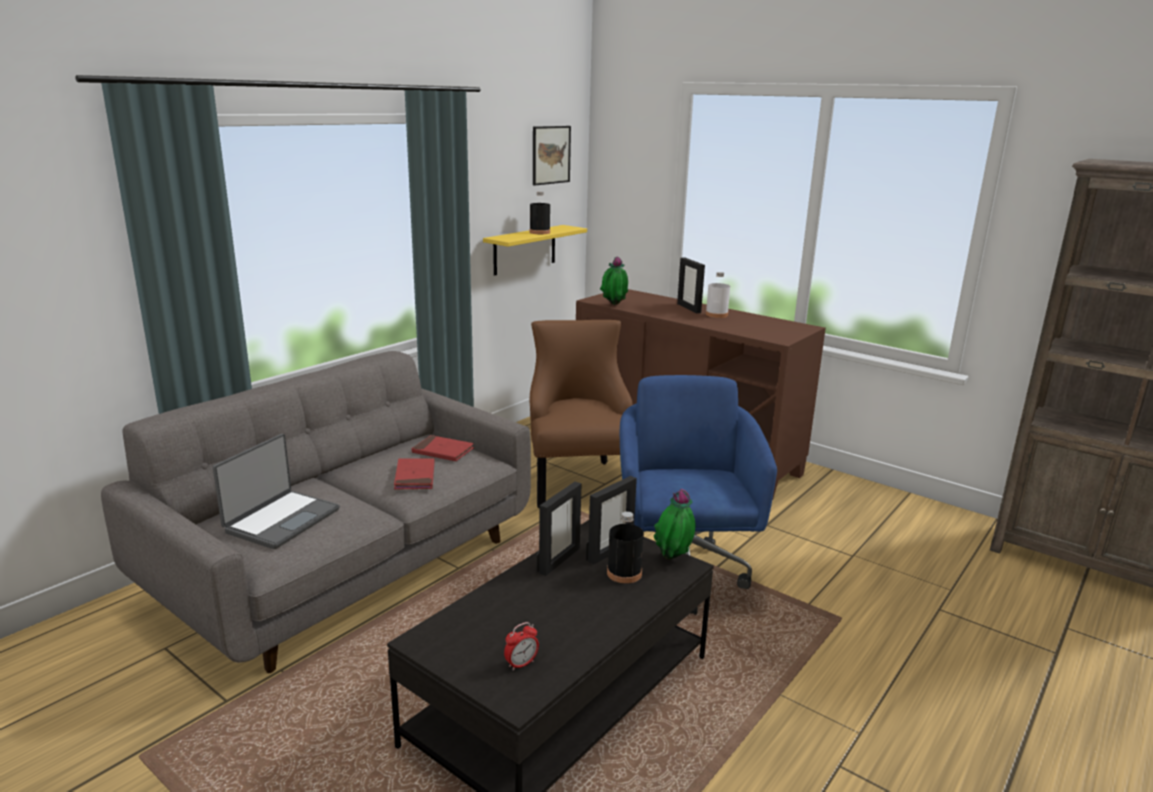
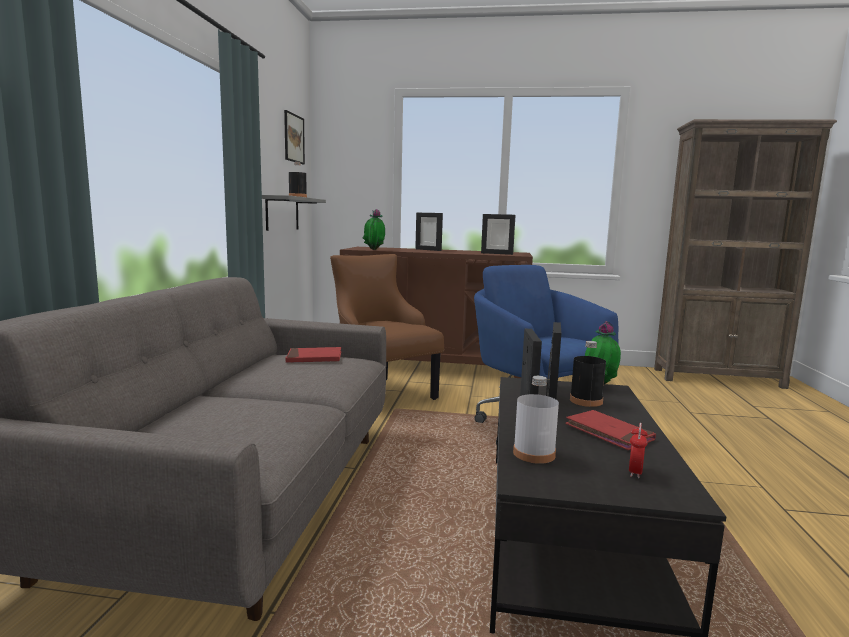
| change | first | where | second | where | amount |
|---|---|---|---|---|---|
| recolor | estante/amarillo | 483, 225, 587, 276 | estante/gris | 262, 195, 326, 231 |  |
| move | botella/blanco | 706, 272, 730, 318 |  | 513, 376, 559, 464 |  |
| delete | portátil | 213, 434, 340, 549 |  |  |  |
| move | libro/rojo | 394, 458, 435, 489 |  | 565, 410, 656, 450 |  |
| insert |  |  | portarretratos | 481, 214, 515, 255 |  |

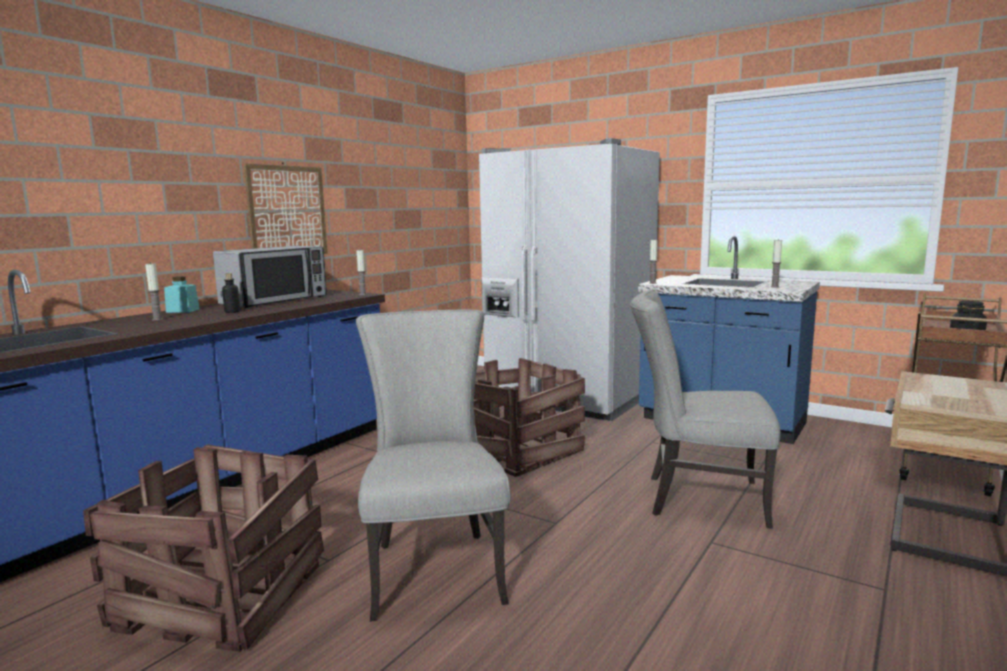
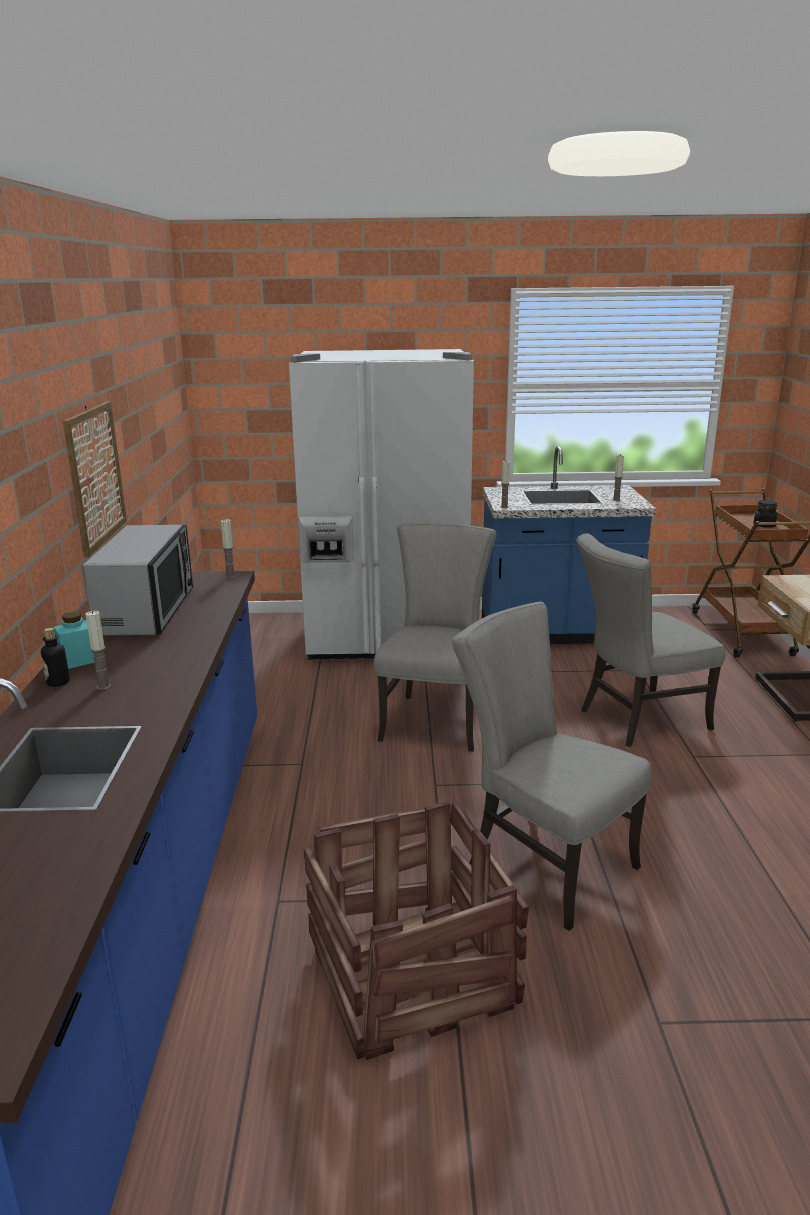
| change | first | where | second | where | amount |
|---|---|---|---|---|---|
| move | botella | 222, 273, 240, 313 |  | 41, 628, 70, 687 |  |
| replace | caja de embalaje | 474, 358, 585, 477 | silla/gris | 374, 523, 496, 752 |  |

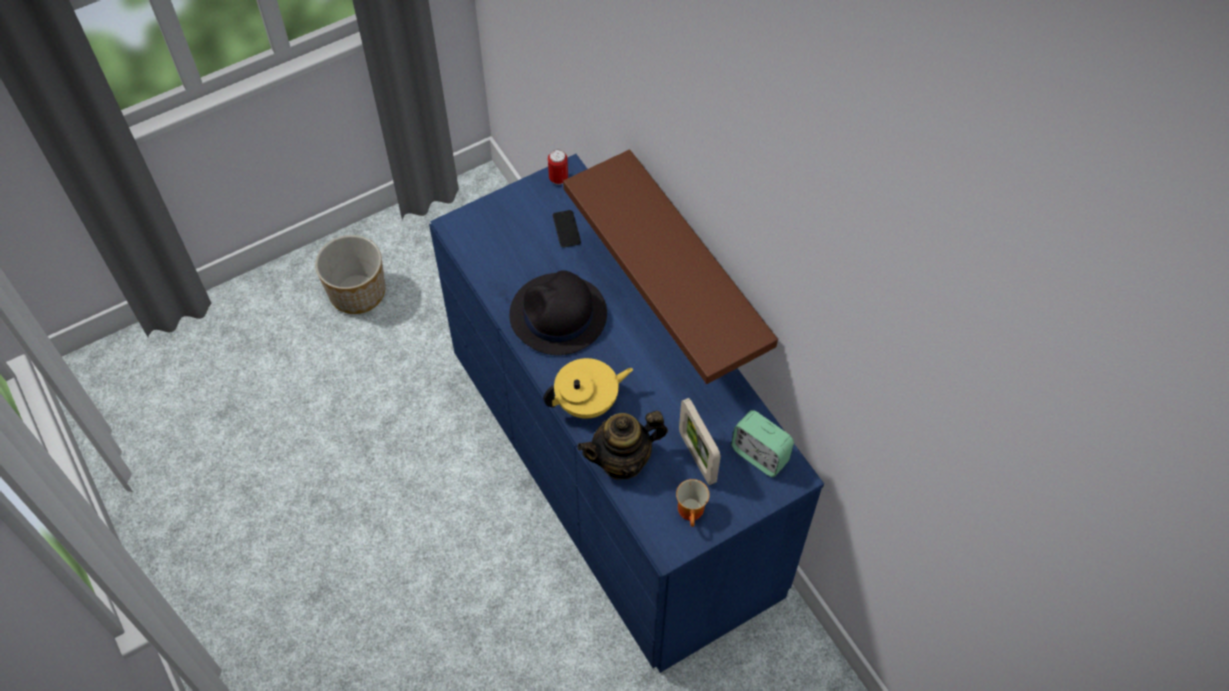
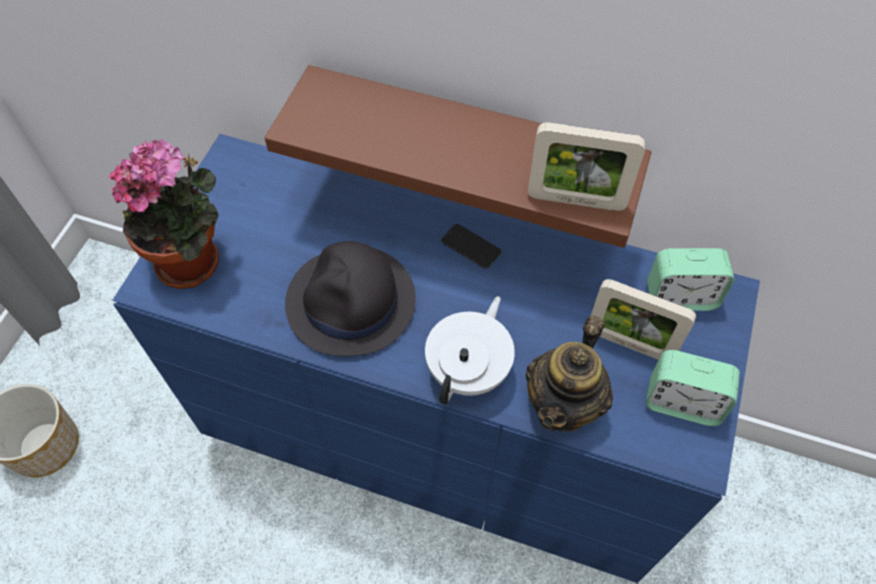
| change | first | where | second | where | amount |
|---|---|---|---|---|---|
| delete | lata | 548, 150, 568, 185 |  |  |  |
| move | móvil | 553, 210, 581, 248 |  | 441, 224, 501, 269 |  |
| recolor | tetera/amarillo | 543, 358, 633, 419 | tetera/blanco | 425, 296, 515, 405 |  |
| replace | taza grande | 676, 479, 710, 527 | despertador | 646, 350, 740, 426 |  |
| insert |  |  | portarretratos | 528, 122, 645, 211 |  |
| insert |  |  | planta en maceta | 109, 139, 219, 289 |  |

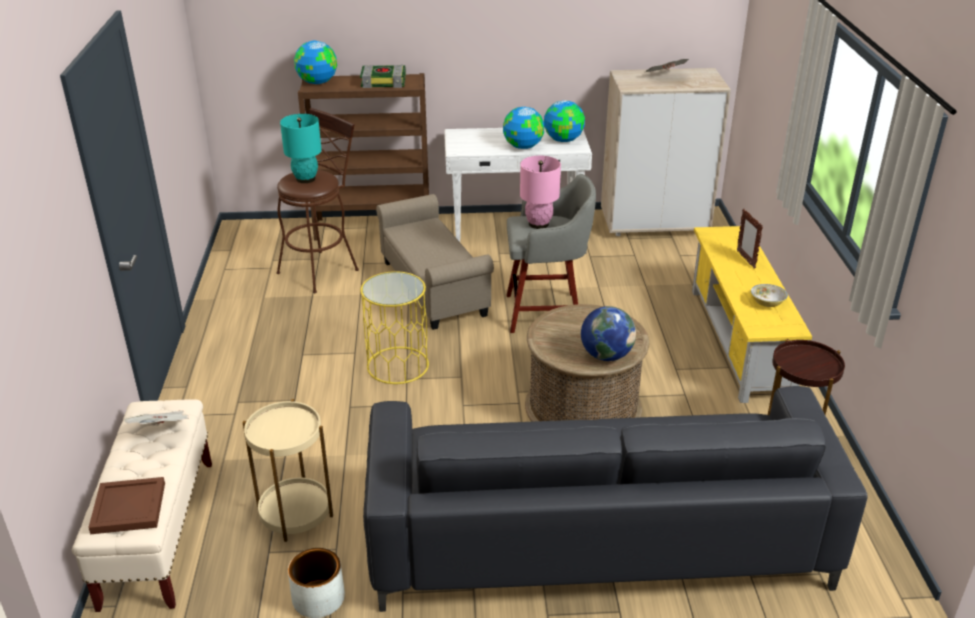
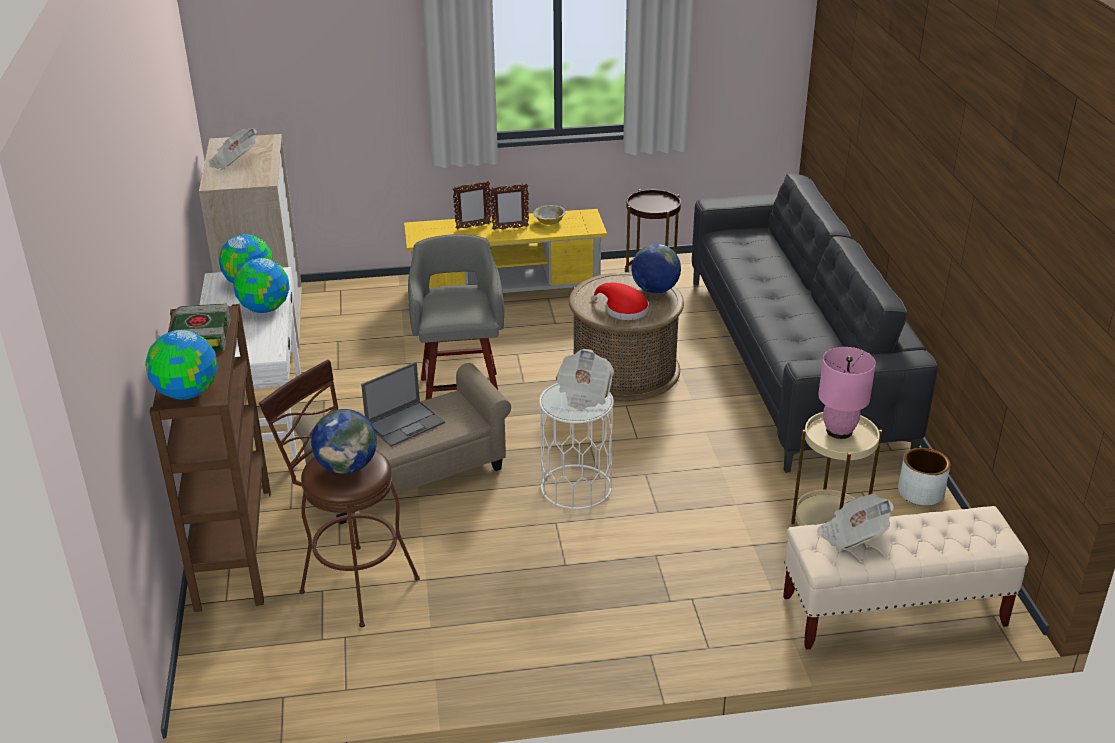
| change | first | where | second | where | amount |
|---|---|---|---|---|---|
| replace | lámpara de mesa/turquesa | 280, 114, 322, 183 | globo terráqueo | 311, 409, 377, 474 |  |
| move | lámpara de mesa/rosa | 520, 156, 561, 229 |  | 818, 347, 876, 439 |  |
| recolor | mesa auxiliar/amarillo | 360, 271, 429, 384 | mesa auxiliar/blanco | 539, 383, 614, 510 |  |
| delete | bandeja/marrón | 88, 477, 165, 534 |  |  |  |
| insert |  |  | portarretratos | 490, 183, 529, 230 |  |
| insert |  |  | sombrero/rojo | 591, 283, 649, 320 |  |
| insert |  |  | periódico | 556, 349, 614, 411 |  |
| insert |  |  | portátil | 361, 362, 445, 447 |  |

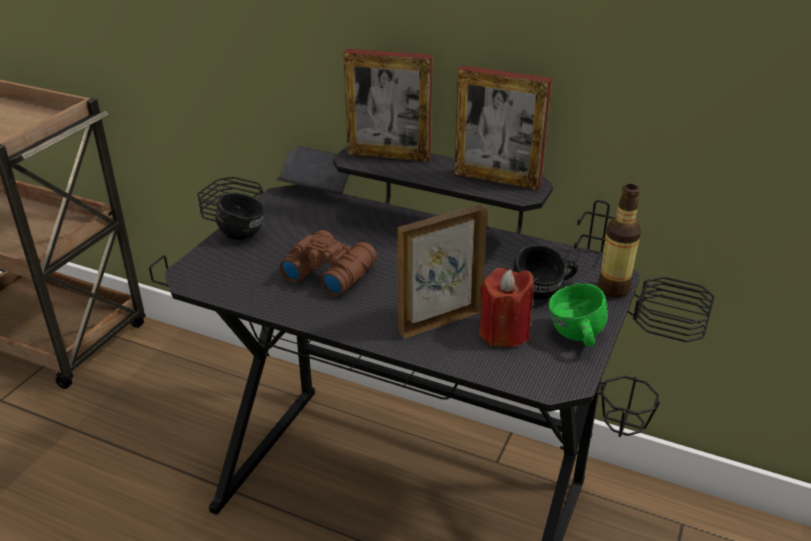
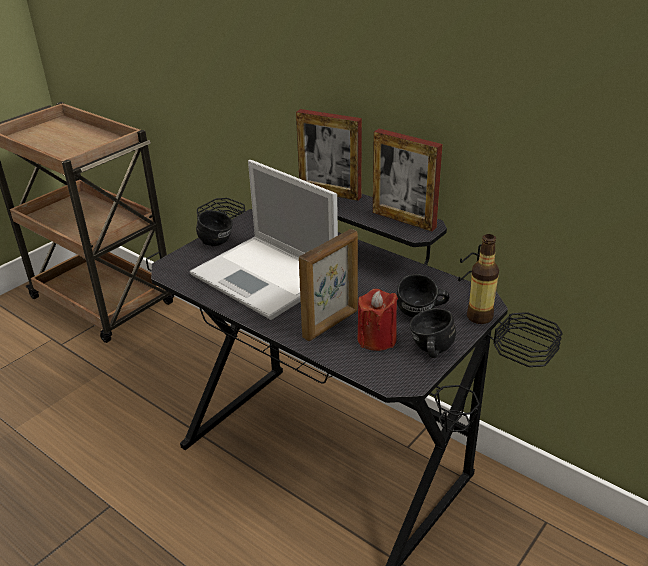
| change | first | where | second | where | amount |
|---|---|---|---|---|---|
| rotate | portarretratos | 397, 204, 487, 338 |  | 299, 229, 358, 341 | 150 degrees clockwise |
| replace | prismáticos/marrón | 279, 230, 377, 296 | portátil | 190, 160, 338, 320 |  |
| recolor | taza grande/verde | 549, 283, 608, 347 | taza grande/negro | 410, 308, 456, 358 |  |

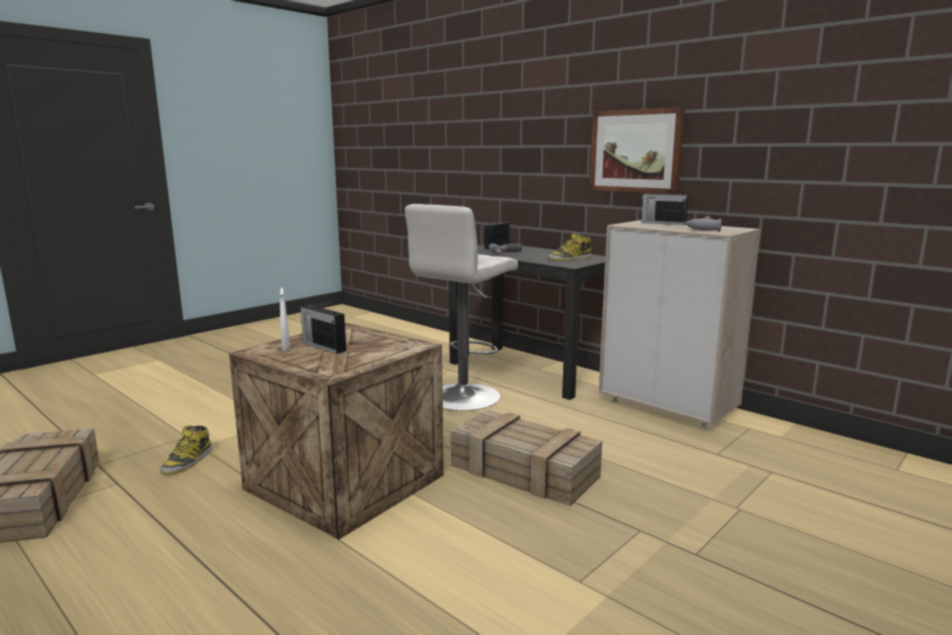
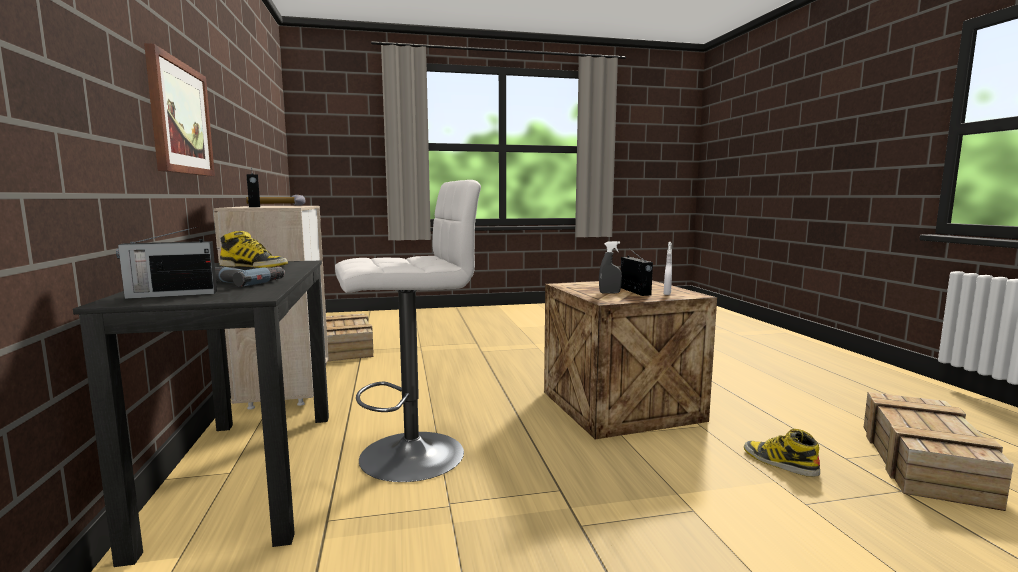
| change | first | where | second | where | amount |
|---|---|---|---|---|---|
| move | caja de embalaje | 450, 410, 602, 506 |  | 326, 313, 373, 361 |  |
| rotate | bota | 160, 425, 212, 474 |  | 744, 429, 820, 477 | 90 degrees counterclockwise |
| insert |  |  | pulverizador/gris | 599, 241, 622, 293 |  |

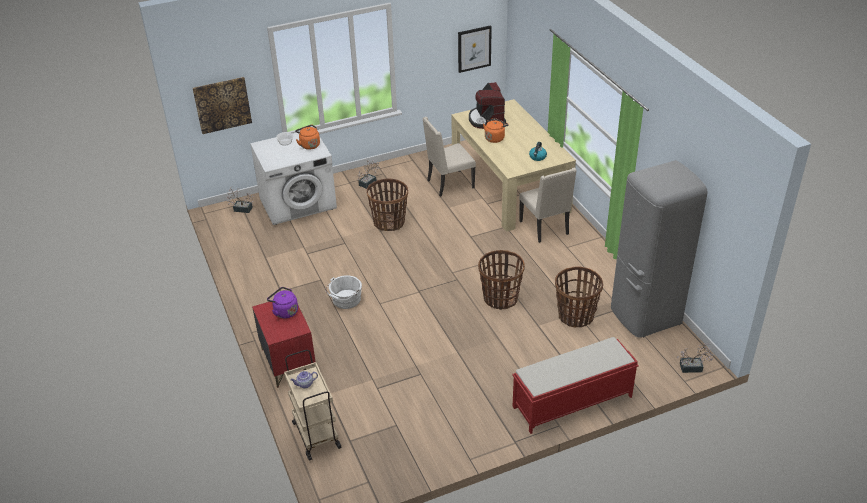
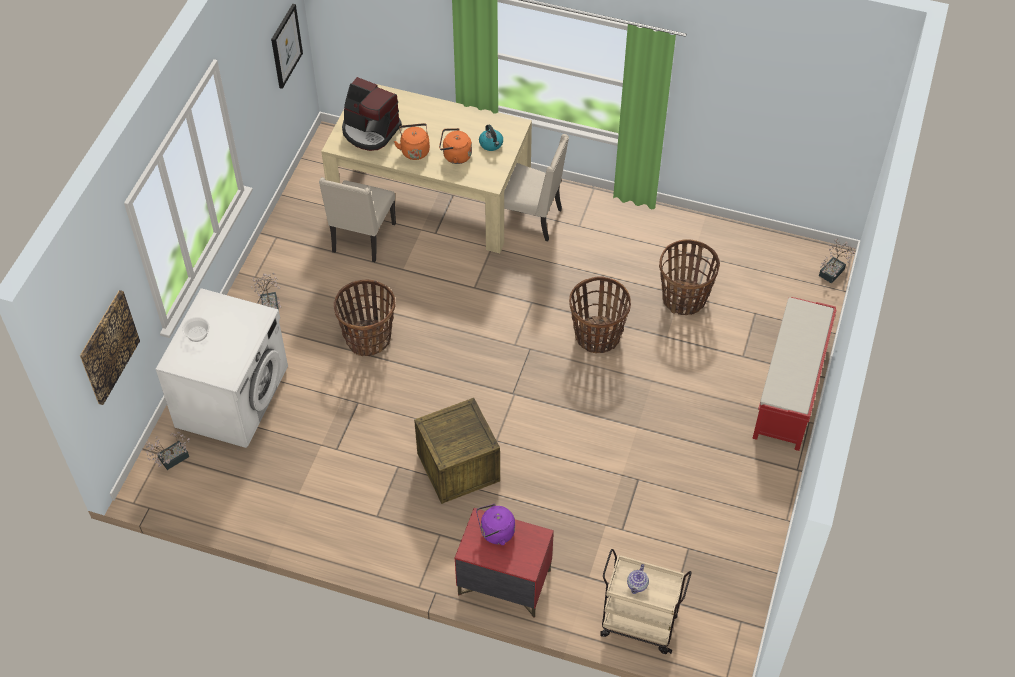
| change | first | where | second | where | amount |
|---|---|---|---|---|---|
| move | hervidor/naranja | 295, 125, 320, 150 |  | 439, 128, 472, 164 |  |
| delete | nevera/gris | 611, 160, 708, 338 |  |  |  |
| replace | cubo/blanco | 326, 275, 362, 309 | caja de embalaje | 414, 398, 500, 504 |  |

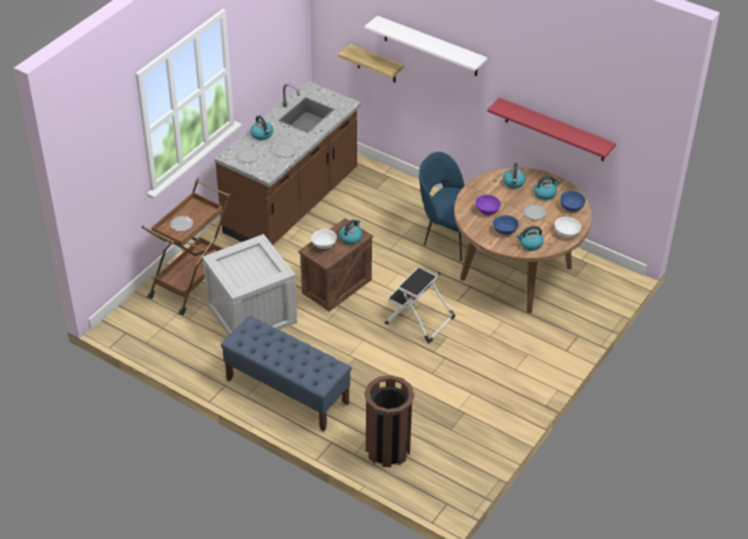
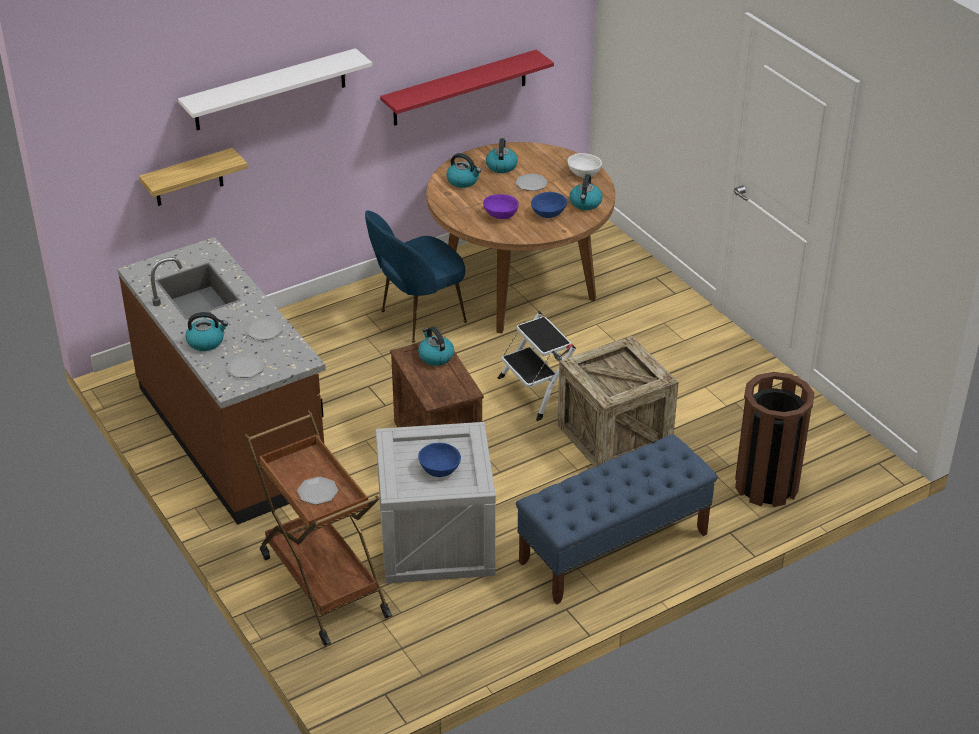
| change | first | where | second | where | amount |
|---|---|---|---|---|---|
| move | cuenco/azul | 560, 191, 586, 212 |  | 418, 443, 461, 477 |  |
| delete | cuenco/blanco | 311, 229, 337, 249 |  |  |  |
| insert |  |  | caja de embalaje | 557, 336, 678, 467 |  |

